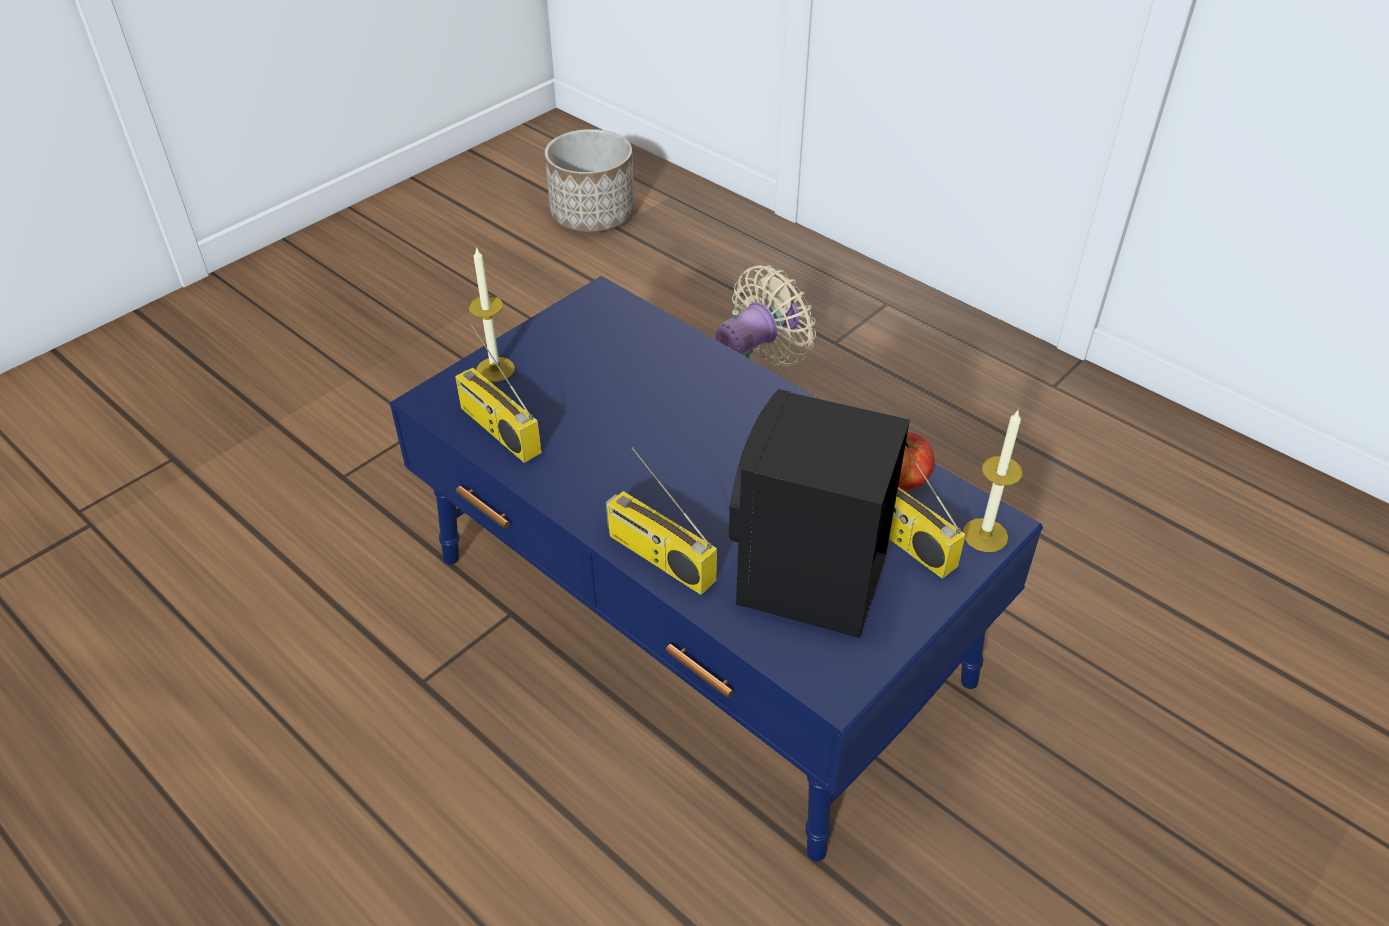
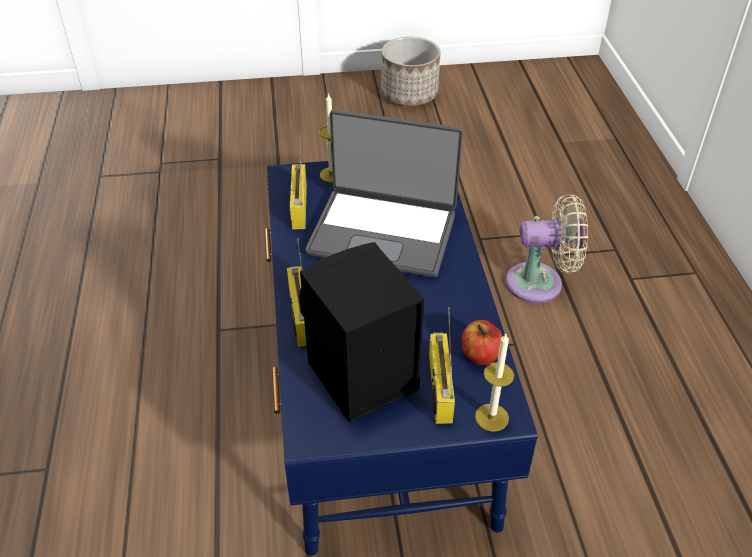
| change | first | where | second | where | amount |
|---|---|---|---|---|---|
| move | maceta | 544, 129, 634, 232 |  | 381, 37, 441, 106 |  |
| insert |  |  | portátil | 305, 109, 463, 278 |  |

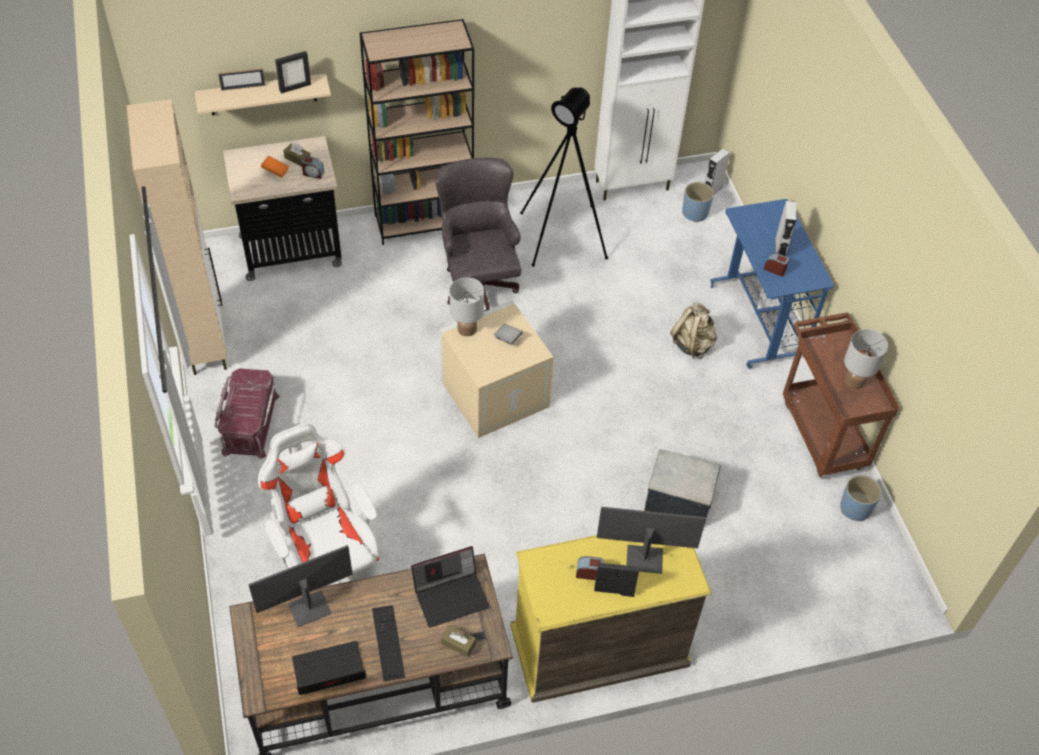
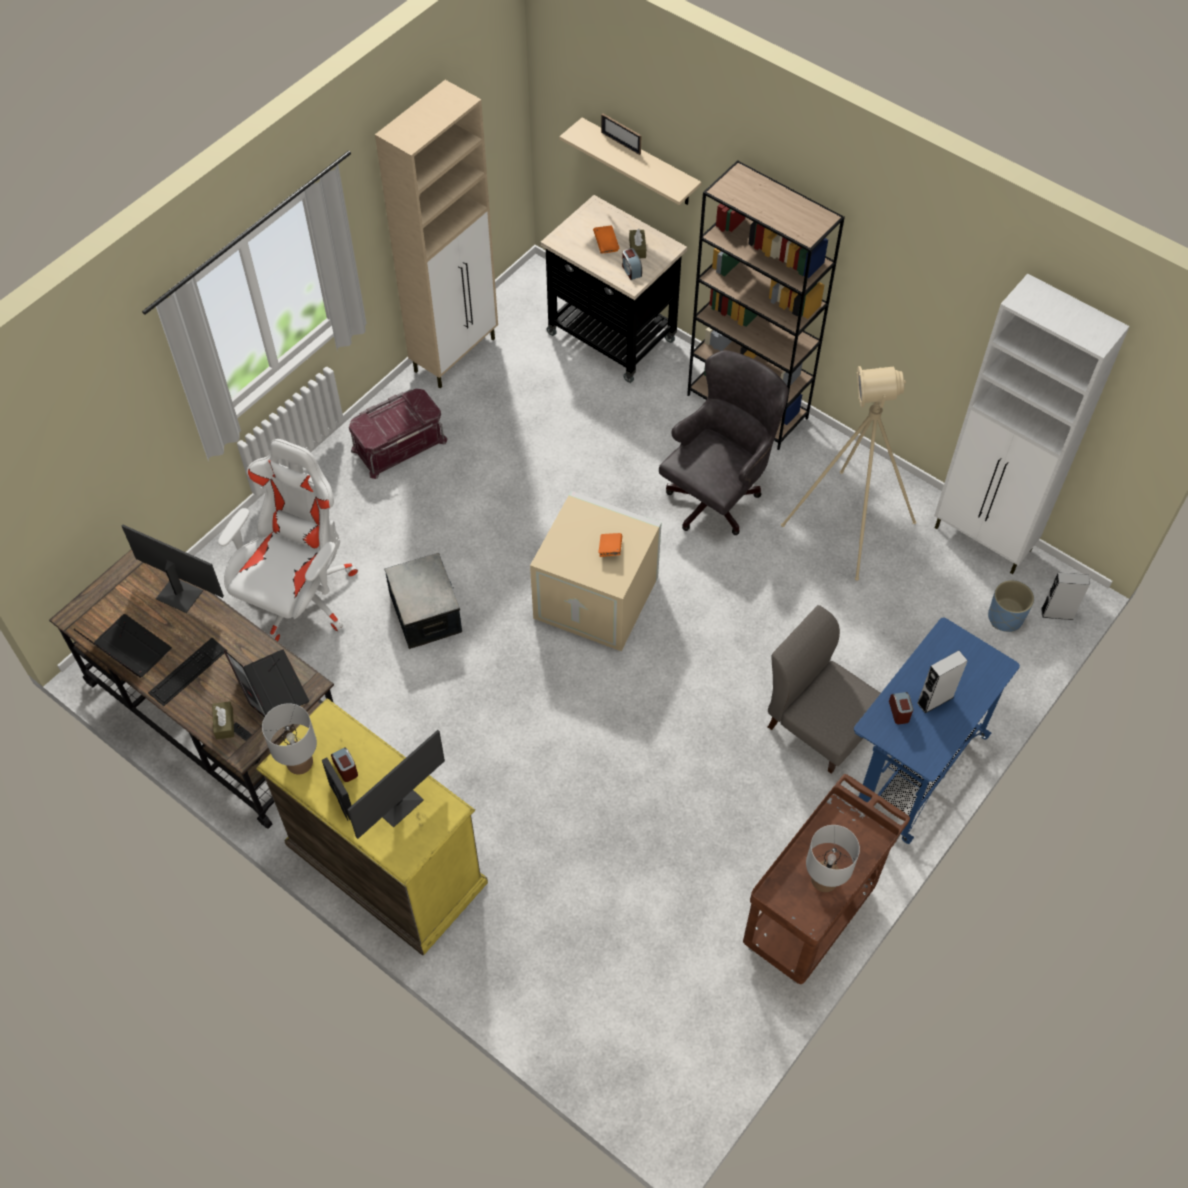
| change | first | where | second | where | amount |
|---|---|---|---|---|---|
| delete | portarretratos | 275, 51, 311, 94 |  |  |  |
| recolor | lámpara de pie/negro | 520, 87, 608, 267 | lámpara de pie/beis | 781, 366, 916, 581 |  |
| move | lámpara de mesa/gris | 450, 277, 484, 336 |  | 262, 703, 317, 774 |  |
| replace | mochila/beis | 670, 302, 717, 359 | silla/gris | 768, 605, 881, 774 |  |
| recolor | libro/gris | 493, 323, 523, 345 | libro/naranja | 598, 533, 622, 557 |  |
| move | caja de almacenaje | 644, 449, 721, 518 |  | 385, 553, 462, 649 |  |
| delete | maceta/azul | 840, 475, 882, 521 |  |  |  |
| rotate | monitor | 597, 507, 706, 574 |  | 347, 730, 445, 839 | 75 degrees clockwise |
| rotate | portátil | 411, 546, 489, 628 |  | 224, 650, 309, 717 | 150 degrees counterclockwise |

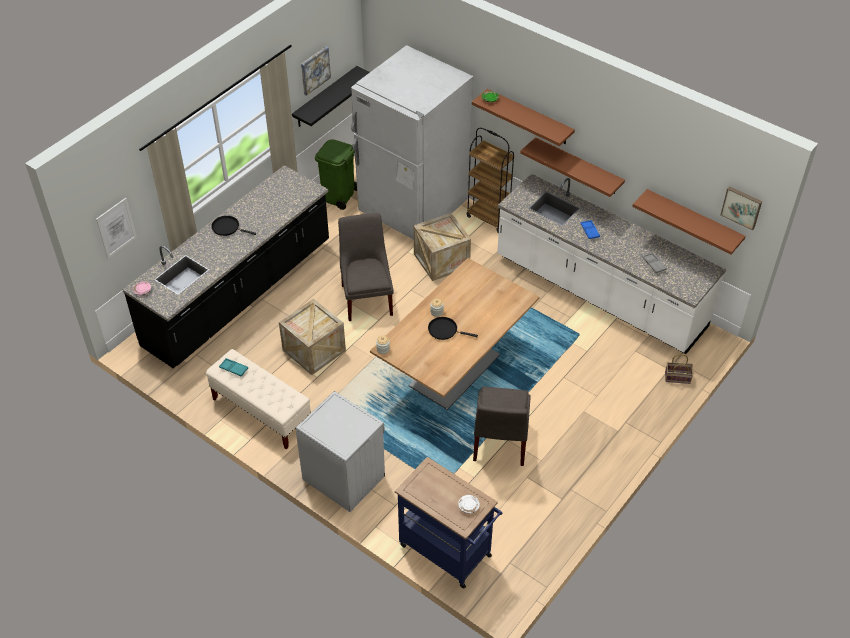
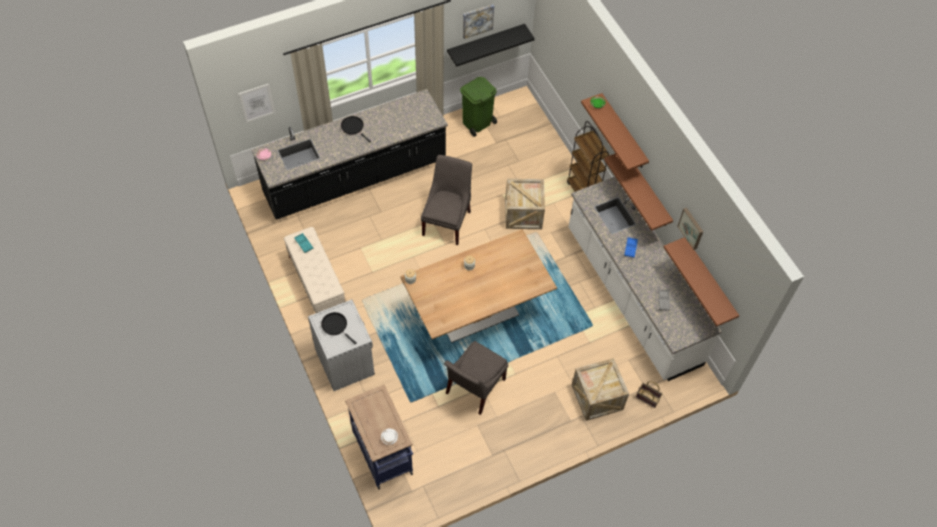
| change | first | where | second | where | amount |
|---|---|---|---|---|---|
| delete | nevera/blanco | 351, 45, 474, 240 |  |  |  |
| move | cuadro | 720, 186, 762, 230 |  | 677, 208, 703, 250 |  |
| move | caja de embalaje | 279, 298, 346, 375 |  | 572, 358, 629, 421 |  |
| move | sartén/negro | 428, 317, 478, 340 |  | 321, 312, 356, 344 |  |

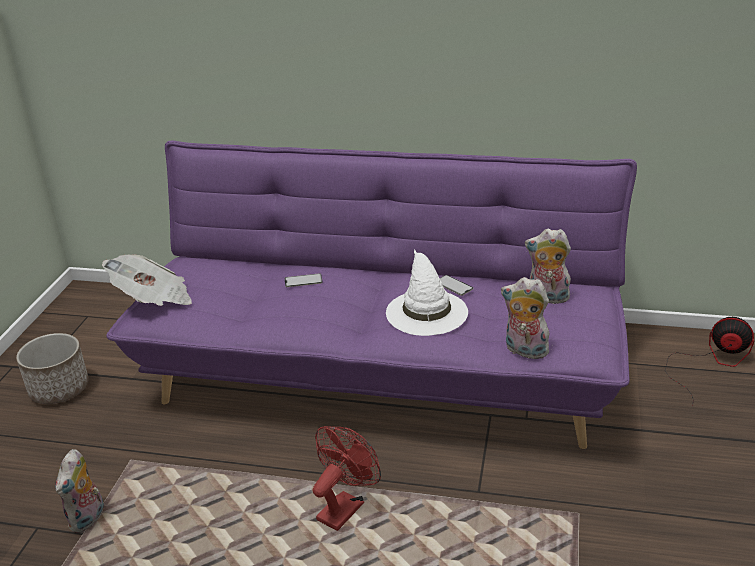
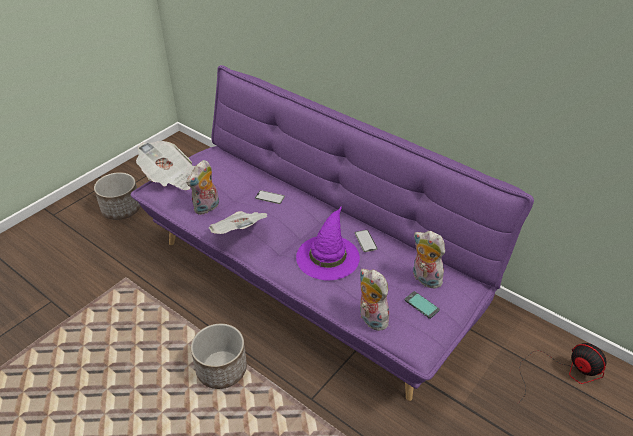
| change | first | where | second | where | amount |
|---|---|---|---|---|---|
| recolor | sombrero/blanco | 386, 249, 468, 336 | sombrero/morado | 296, 205, 360, 281 |  |
| replace | ventilador/rojo | 313, 426, 381, 531 | maceta | 191, 324, 247, 389 |  |
| move | peluche | 55, 449, 104, 533 |  | 186, 160, 219, 215 |  |
| insert |  |  | periódico | 209, 211, 267, 234 |  |
| insert |  |  | móvil | 405, 291, 440, 319 |  |

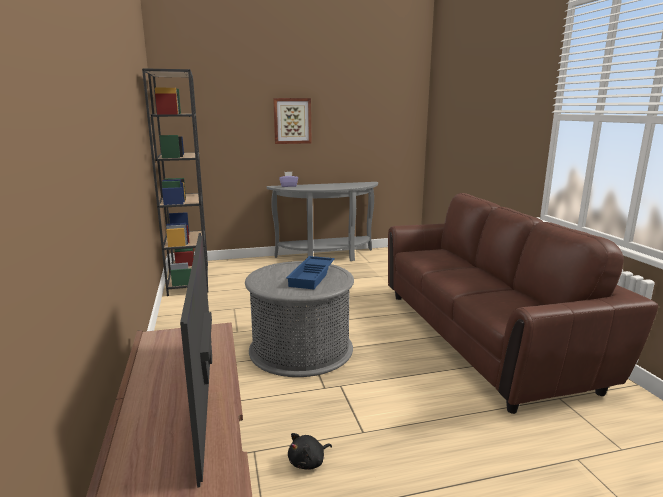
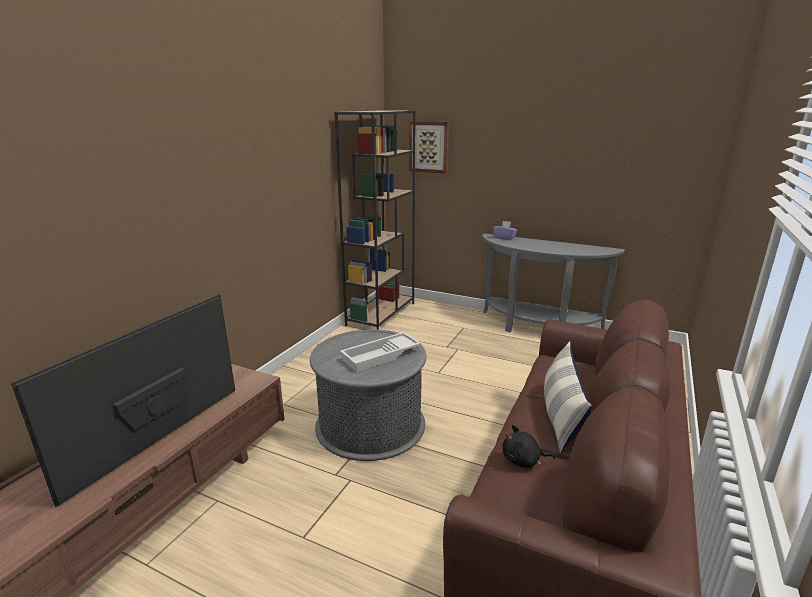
| change | first | where | second | where | amount |
|---|---|---|---|---|---|
| move | cuadro | 273, 98, 311, 144 |  | 409, 121, 449, 173 |  |
| recolor | bandeja/azul | 286, 256, 335, 289 | bandeja/blanco | 340, 332, 421, 372 |  |
| move | peluche/negro | 288, 433, 332, 470 |  | 502, 425, 555, 468 |  |
| insert |  |  | cojín | 544, 341, 592, 453 |  |

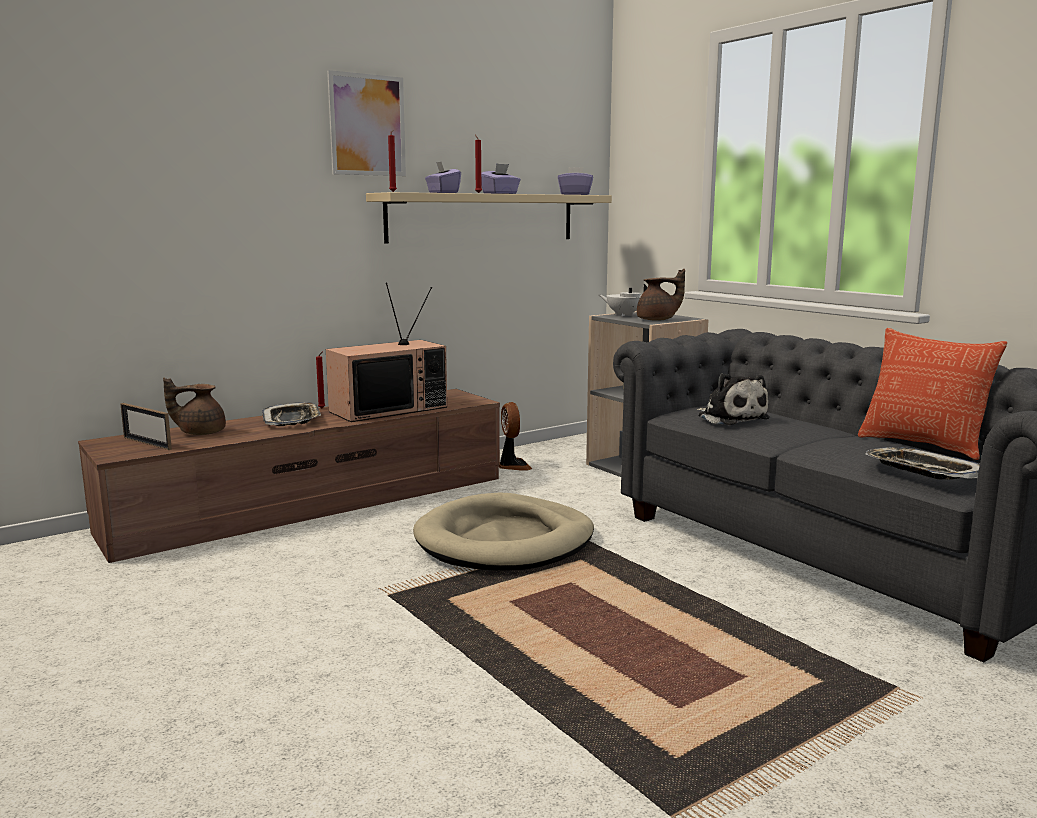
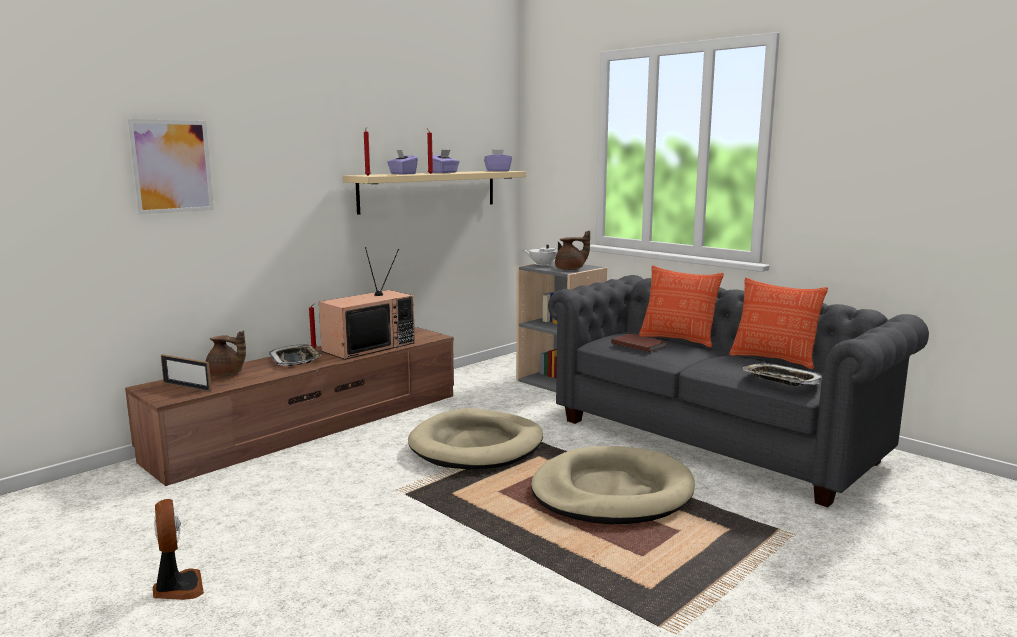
| change | first | where | second | where | amount |
|---|---|---|---|---|---|
| move | cuadro | 327, 70, 406, 176 |  | 127, 119, 214, 214 |  |
| replace | peluche | 697, 373, 770, 425 | libro/marrón | 611, 334, 667, 352 |  |
| rotate | tetera/marrón | 163, 378, 226, 435 |  | 205, 331, 246, 377 | 135 degrees counterclockwise |
| move | ventilador | 499, 402, 532, 471 |  | 153, 499, 204, 600 |  |
| insert |  |  | cojín/naranja | 639, 265, 724, 348 |  |
| insert |  |  | cama para perro/beis | 531, 446, 695, 524 |  |

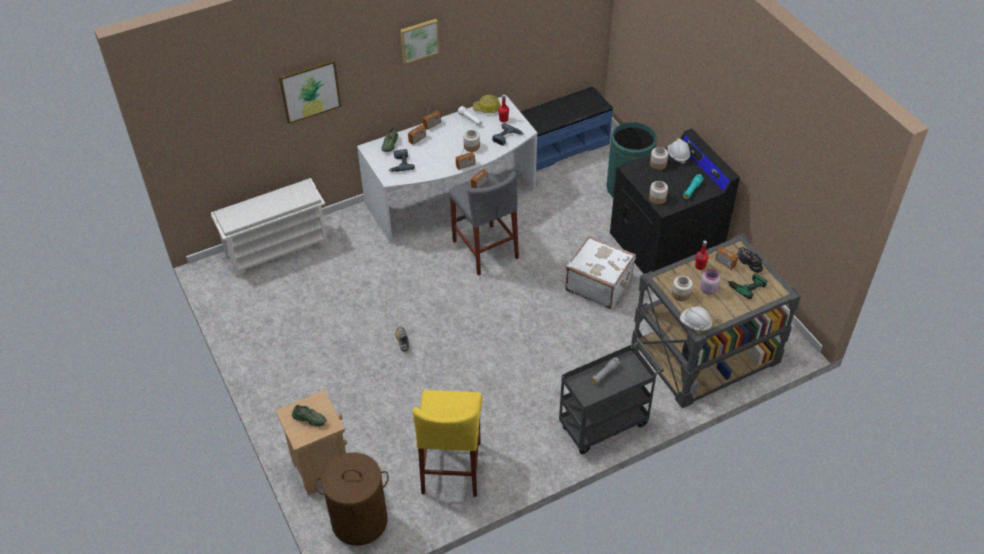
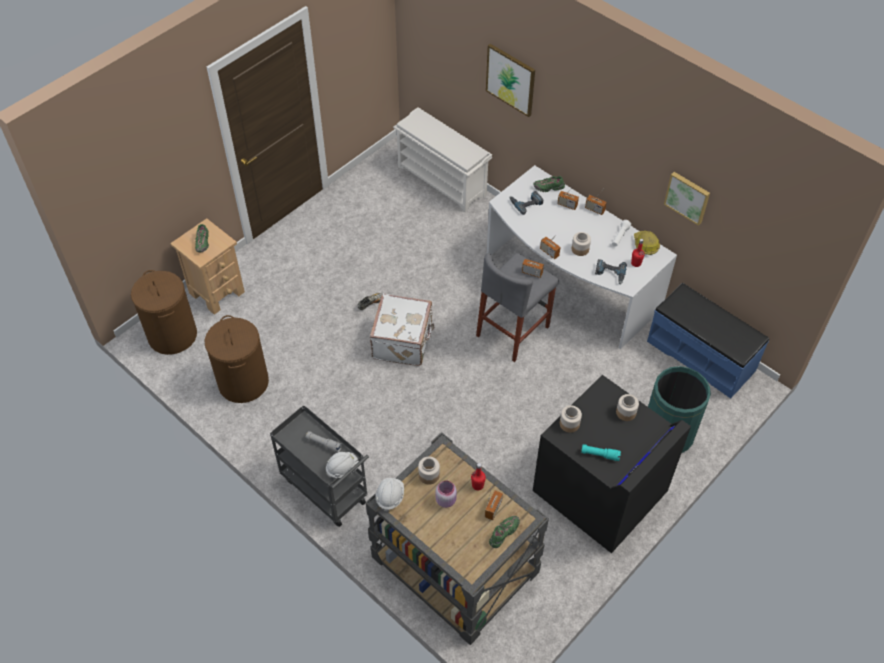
| change | first | where | second | where | amount |
|---|---|---|---|---|---|
| move | cuadro | 400, 19, 440, 64 |  | 664, 172, 710, 226 |  |
| move | casco/blanco | 668, 138, 690, 164 |  | 326, 452, 359, 478 |  |
| move | maleta/blanco | 565, 236, 636, 309 |  | 370, 294, 434, 366 |  |
| recolor | zapato/negro | 738, 247, 763, 273 | zapato/verde | 489, 516, 520, 548 |  |
| delete | taladro | 723, 274, 767, 299 |  |  |  |
| replace | taburete/amarillo | 413, 390, 482, 497 | cesto de la ropa/marrón | 205, 315, 269, 403 |  |

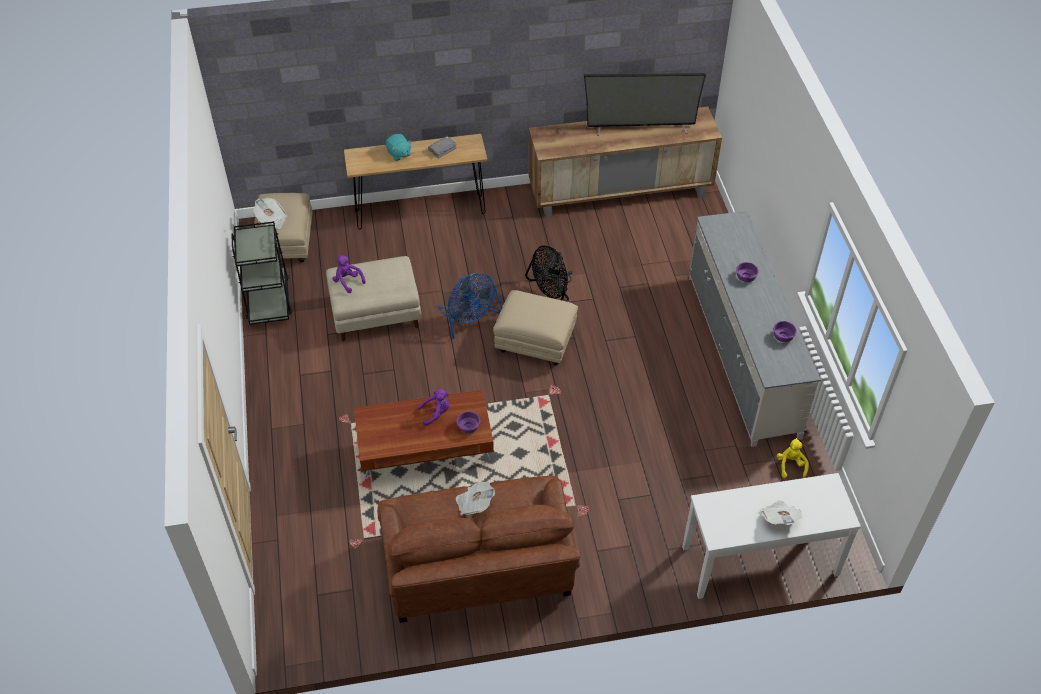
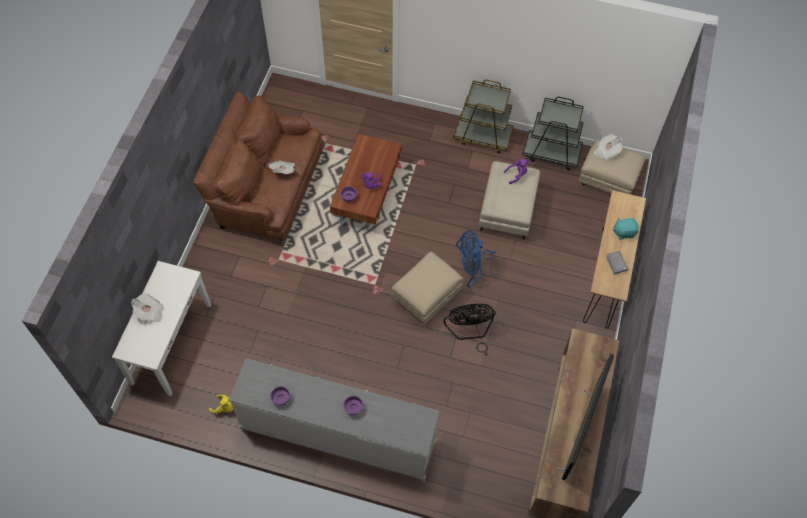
| change | first | where | second | where | amount |
|---|---|---|---|---|---|
| insert |  |  | carrito/marrón | 453, 80, 514, 154 |  |

